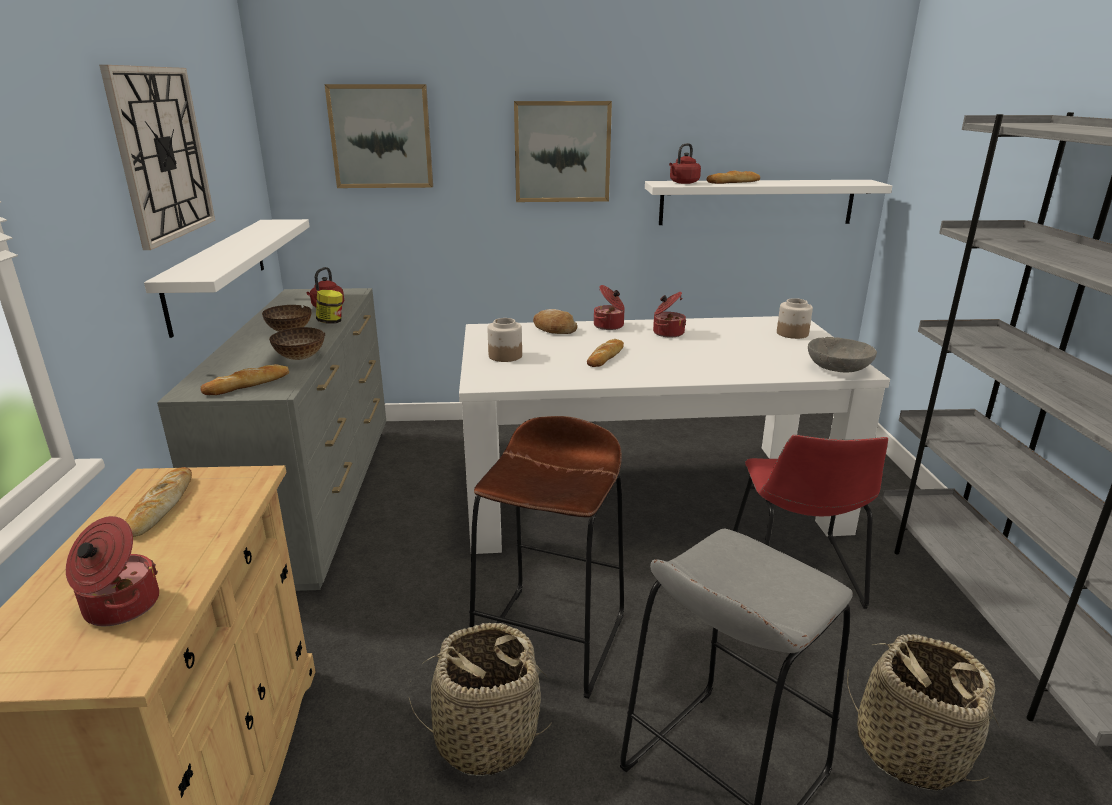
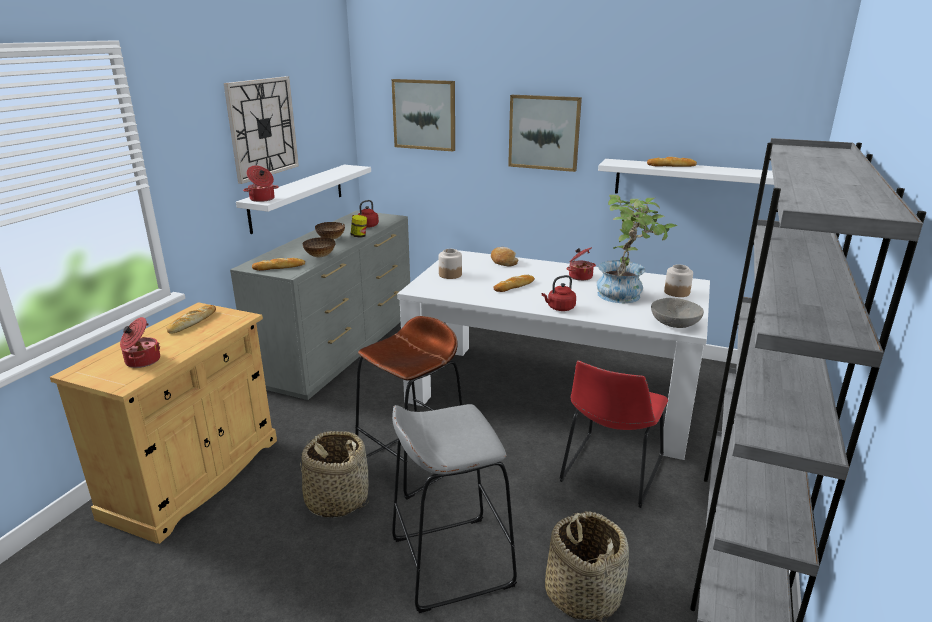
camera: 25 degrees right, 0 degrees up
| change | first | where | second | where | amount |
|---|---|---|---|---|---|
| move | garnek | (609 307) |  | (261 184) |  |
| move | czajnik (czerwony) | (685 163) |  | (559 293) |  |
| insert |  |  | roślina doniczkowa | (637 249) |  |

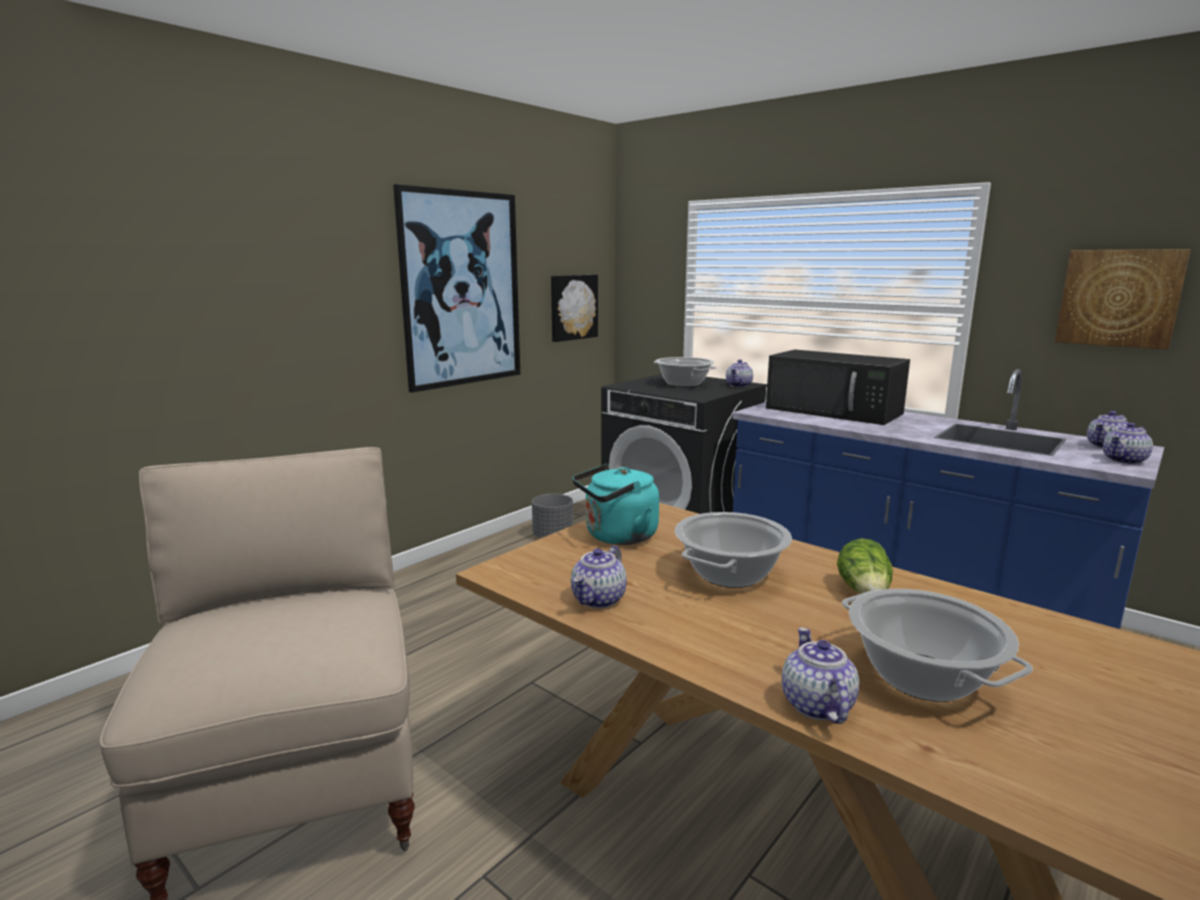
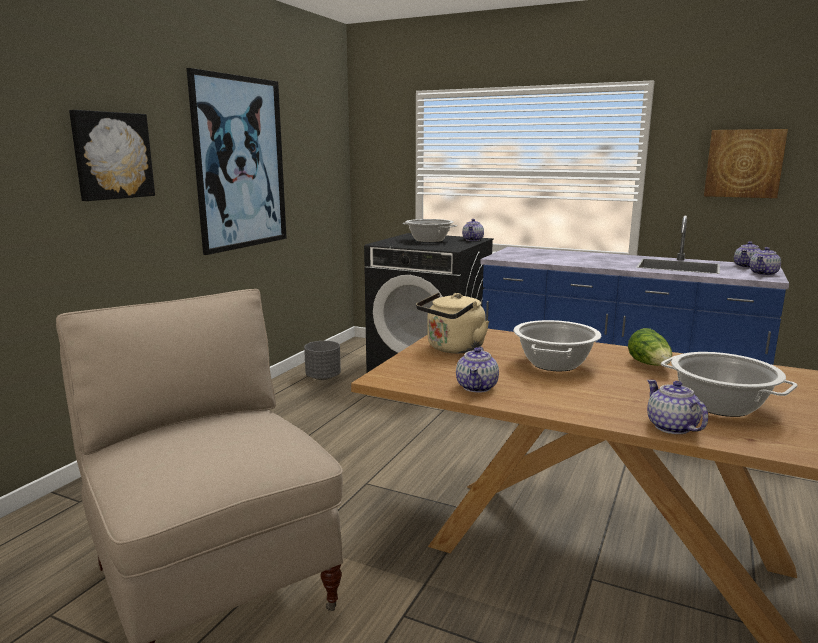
camera: 15 degrees left, 0 degrees up
| change | first | where | second | where | amount |
|---|---|---|---|---|---|
| move | obraz | (574 308) |  | (112 155) |  |
| recolor | czajnik (turkusowy) | (615 504) | czajnik (beżowy) | (452 323) |  |
| delete | mikrofalówka (czarny) | (838 387) |  |  |  |

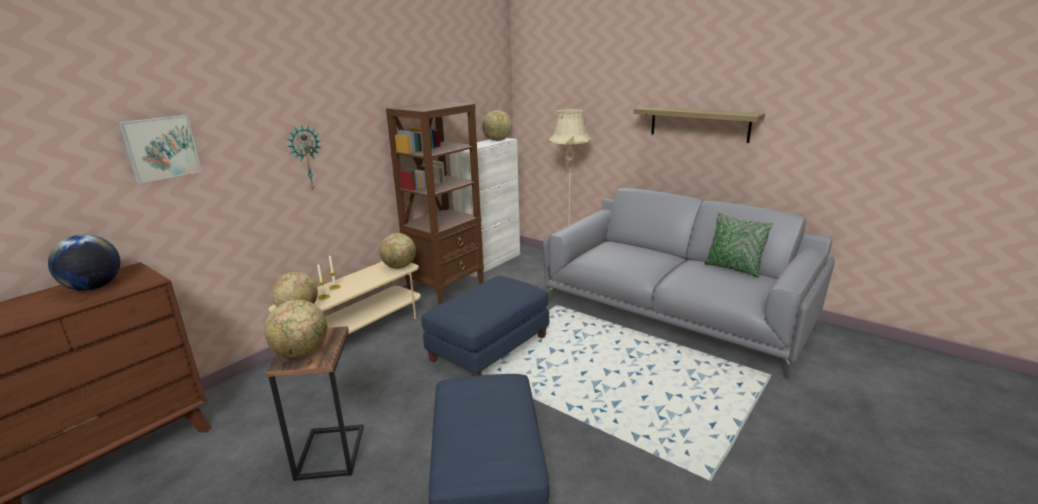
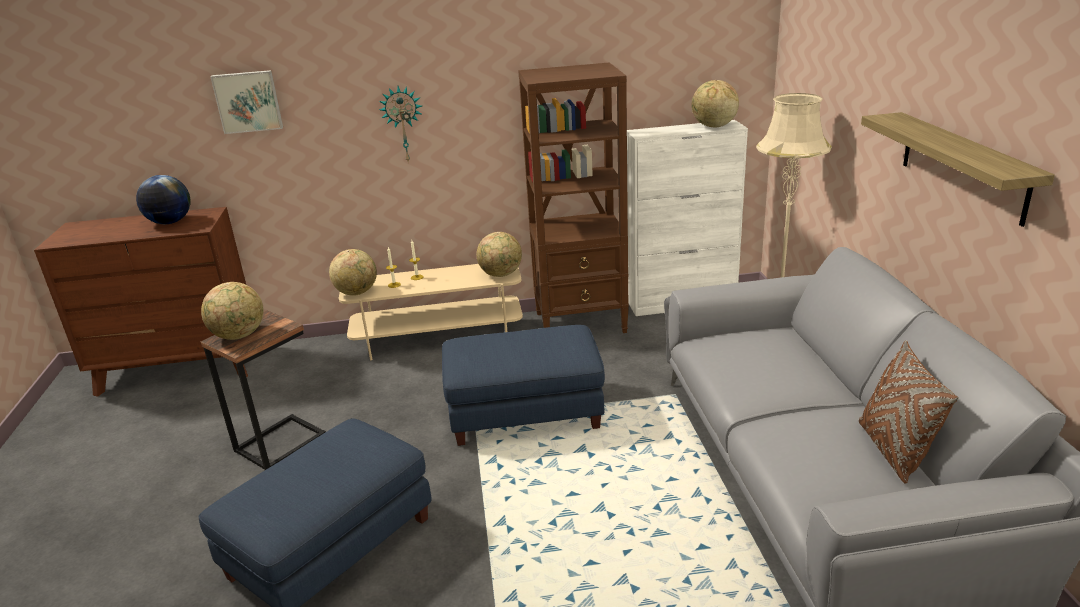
camera: 45 degrees right, 5 degrees up
| change | first | where | second | where | amount |
|---|---|---|---|---|---|
| recolor | poduszka (zielony) | (738 245) | poduszka (brązowy) | (908 412) |  |

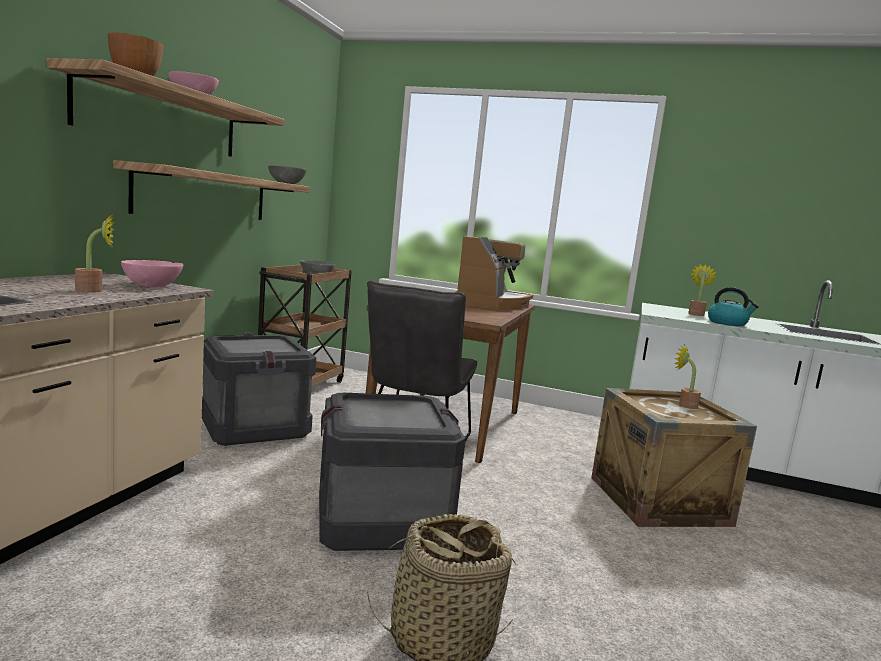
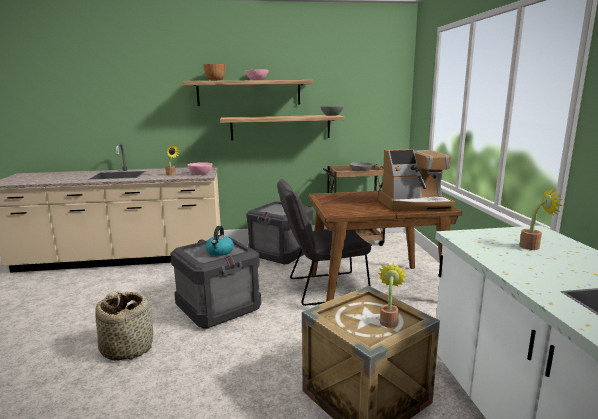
camera: 65 degrees right, 5 degrees up
| change | first | where | second | where | amount |
|---|---|---|---|---|---|
| move | czajnik | (733 306) |  | (219 241) |  |

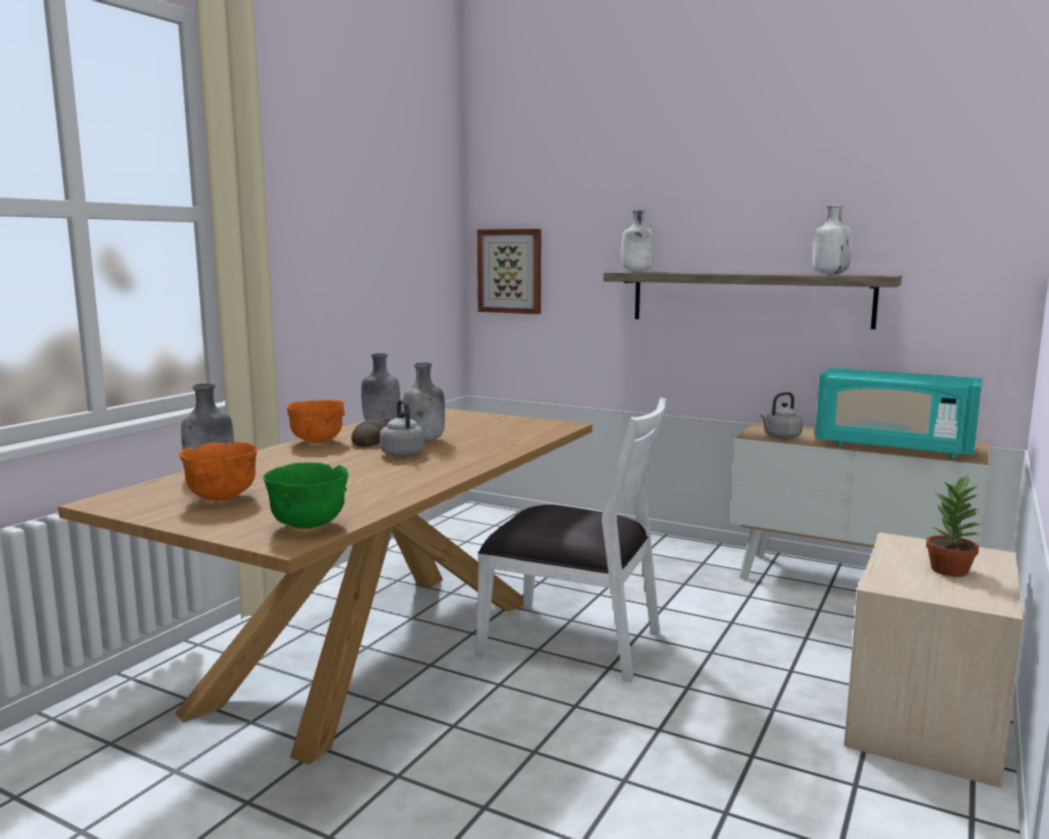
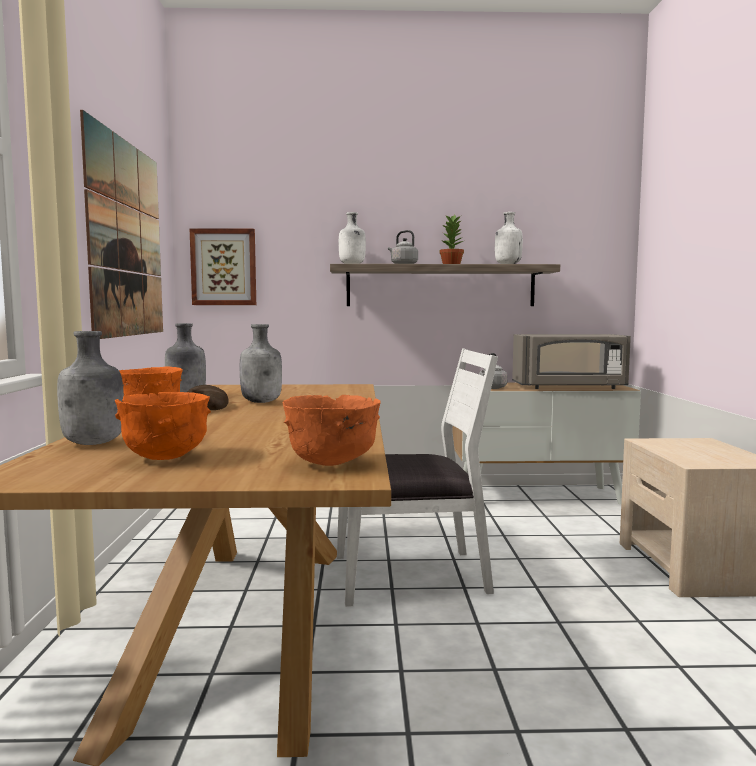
camera: 30 degrees left, 5 degrees down
| change | first | where | second | where | amount |
|---|---|---|---|---|---|
| insert |  |  | obraz | (121 224) |  |
| recolor | miska (zielony) | (306 495) | miska (pomarańczowy) | (332 430) |  |
| move | czajnik (szary) | (402 428) |  | (403 247) |  |
| move | roślina doniczkowa | (954 526) |  | (451 239) |  |
| recolor | mikrofalówka (turkusowy) | (898 413) | mikrofalówka (szary) | (571 361) |  |

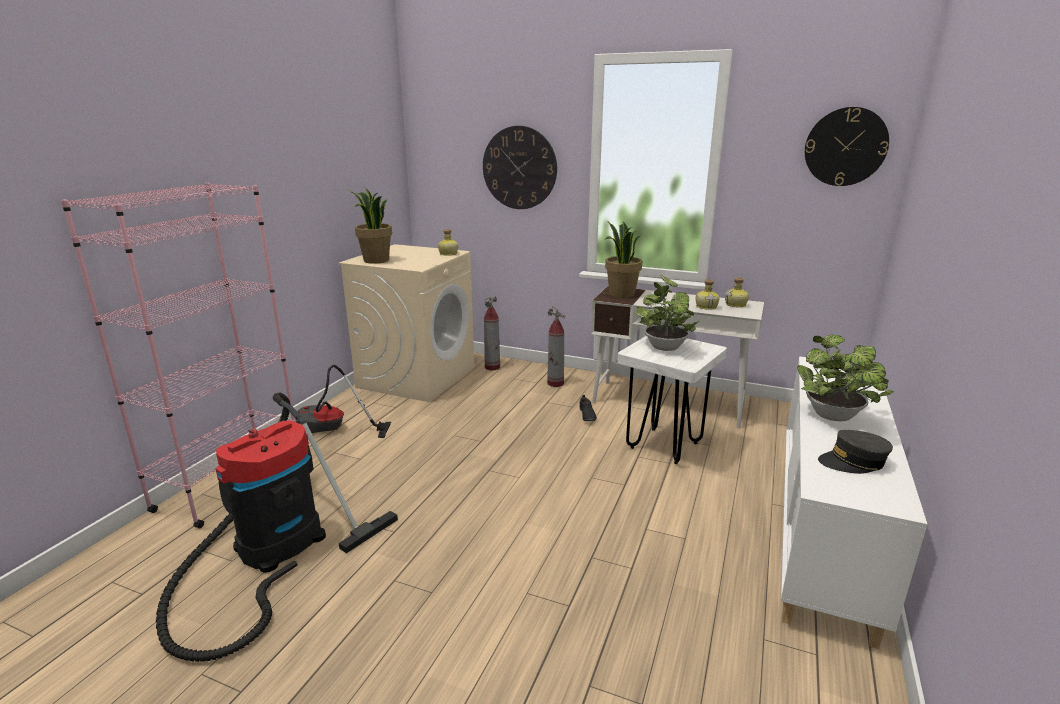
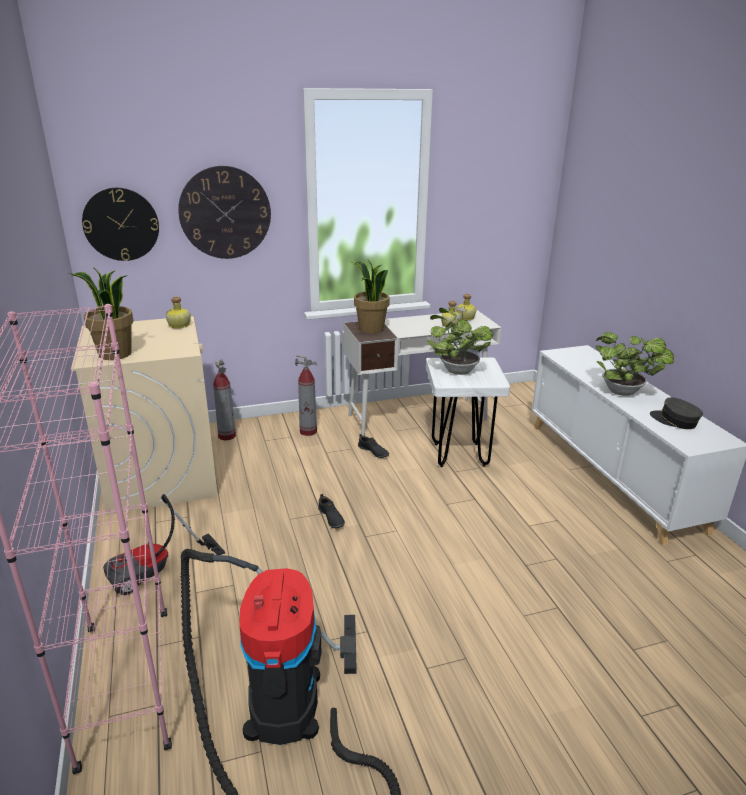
camera: 40 degrees left, 5 degrees up
| change | first | where | second | where | amount |
|---|---|---|---|---|---|
| move | zegar ścienny | (847 146) |  | (120 224) |  |
| insert |  |  | but (czarny) | (331 511) |  |
| rotate | czapka z daszkiem (szary) | (855 452) |  | (676 413) | 90 degrees clockwise |

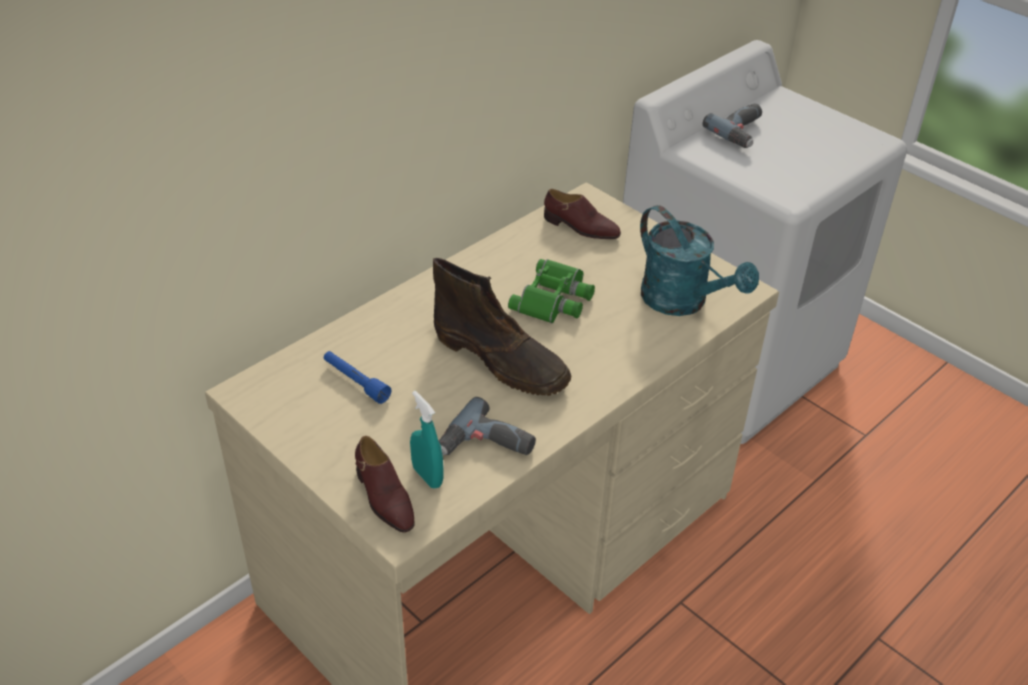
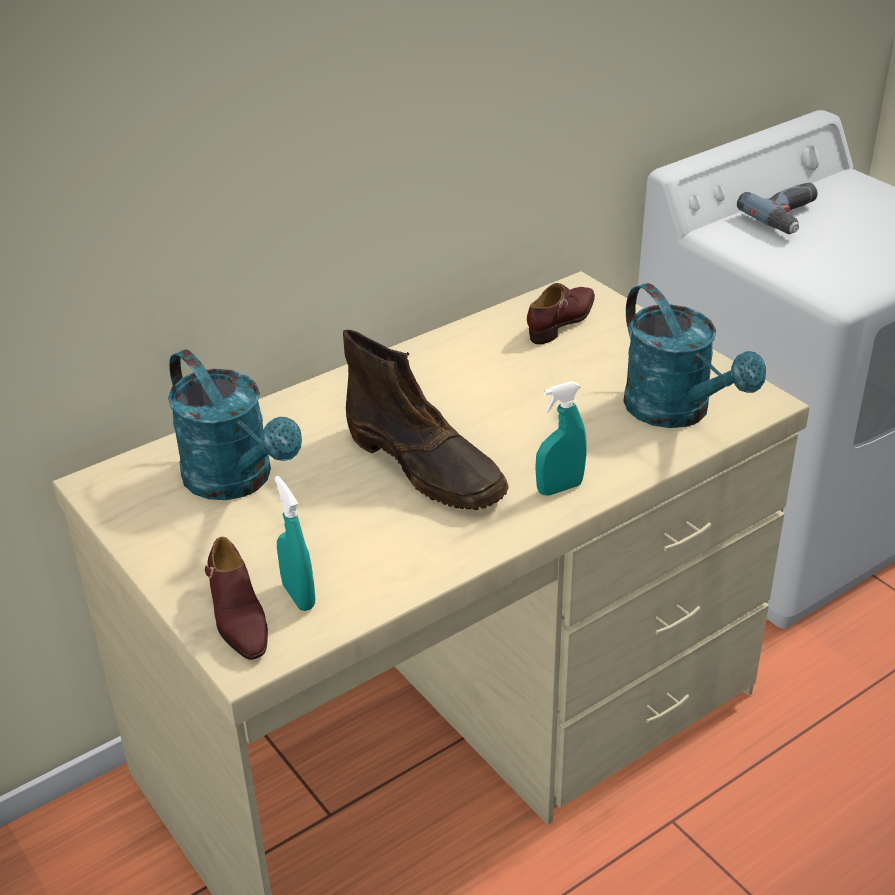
camera: 10 degrees right, 5 degrees down
| change | first | where | second | where | amount |
|---|---|---|---|---|---|
| replace | latarka (niebieski) | (357 377) | konewka (turkusowy) | (235 424) |  |
| rotate | but (brązowy) | (582 214) |  | (561 313) | 90 degrees counterclockwise |
| insert |  |  | spryskiwacz (turkusowy) | (561 438) |  |
| delete | wiertarka | (487 426) |  |  |  |
| delete | lornetka (zielony) | (551 291) |  |  |  |

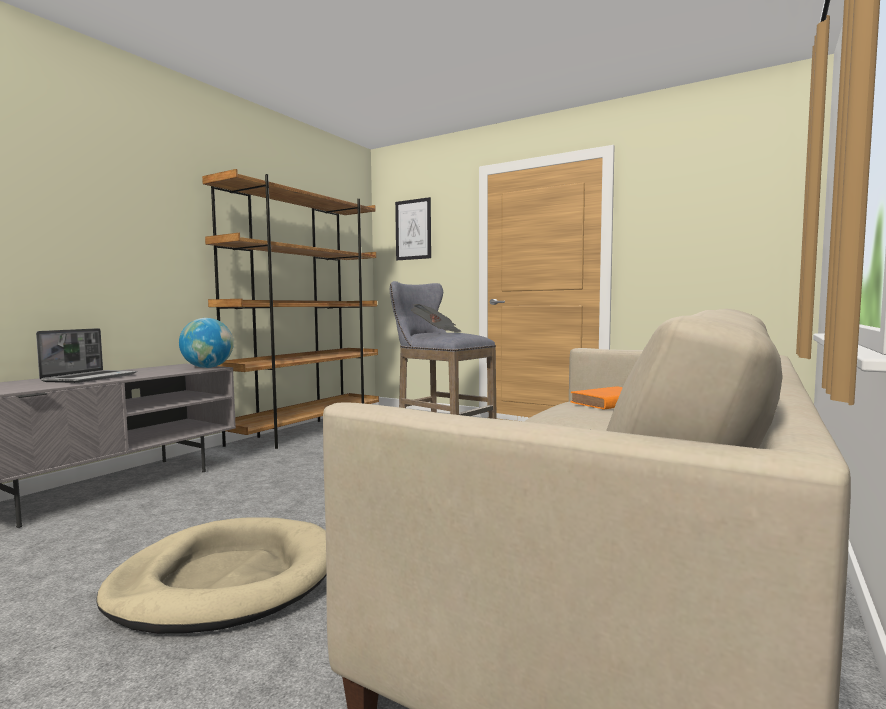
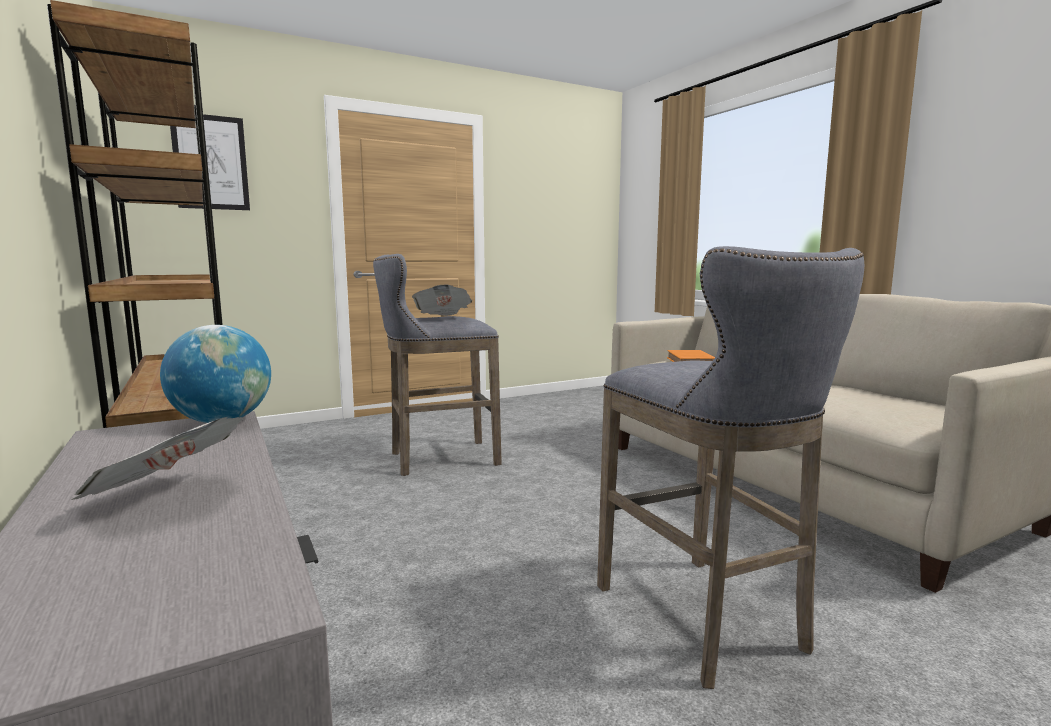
camera: 60 degrees left, 5 degrees up
| change | first | where | second | where | amount |
|---|---|---|---|---|---|
| replace | laptop | (86 355) | gazeta | (157 458) |  |
| replace | legowisko (beżowy) | (211 575) | stołek (szary) | (730 467) |  |

